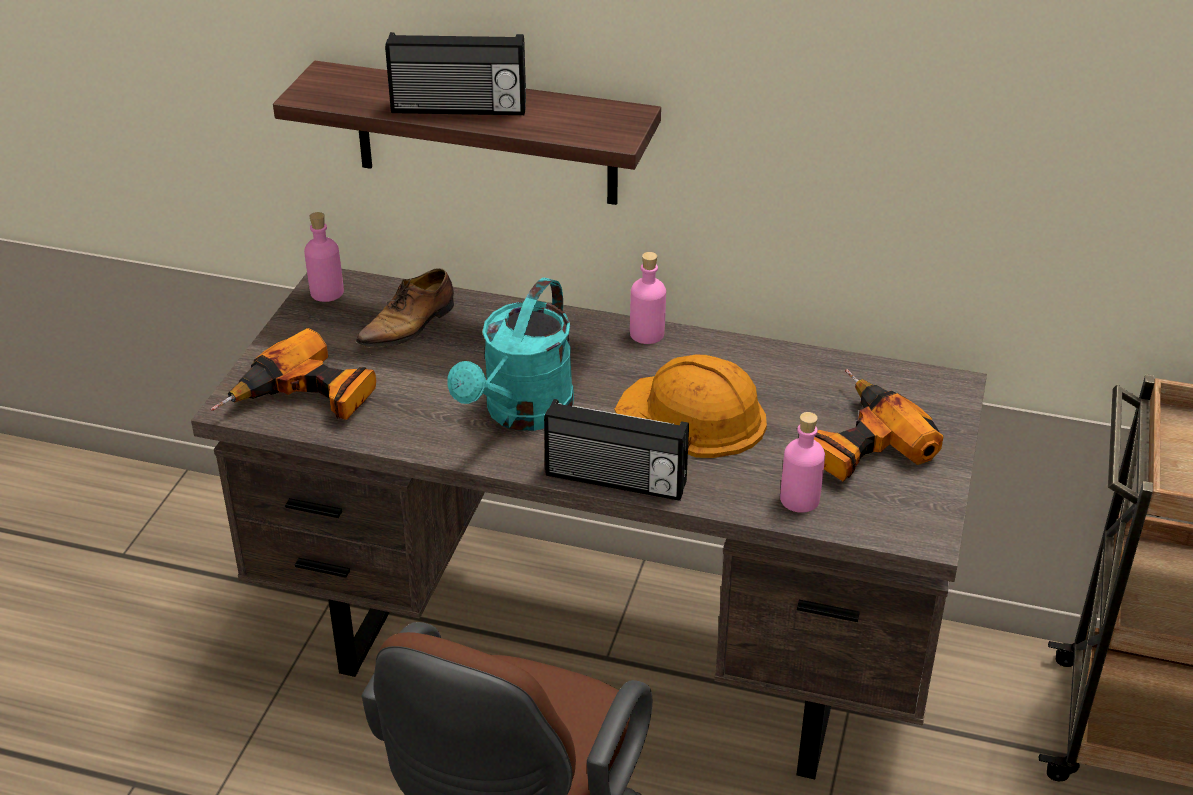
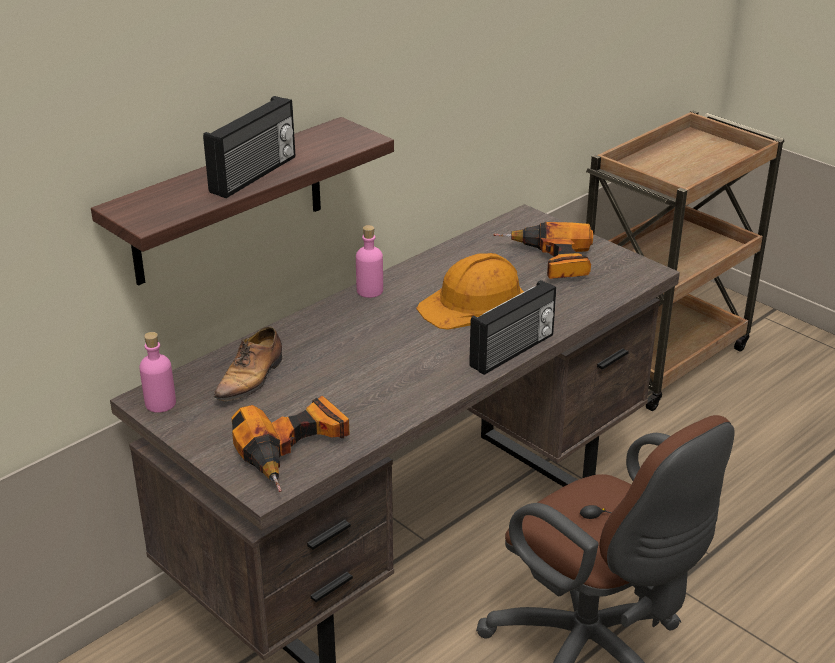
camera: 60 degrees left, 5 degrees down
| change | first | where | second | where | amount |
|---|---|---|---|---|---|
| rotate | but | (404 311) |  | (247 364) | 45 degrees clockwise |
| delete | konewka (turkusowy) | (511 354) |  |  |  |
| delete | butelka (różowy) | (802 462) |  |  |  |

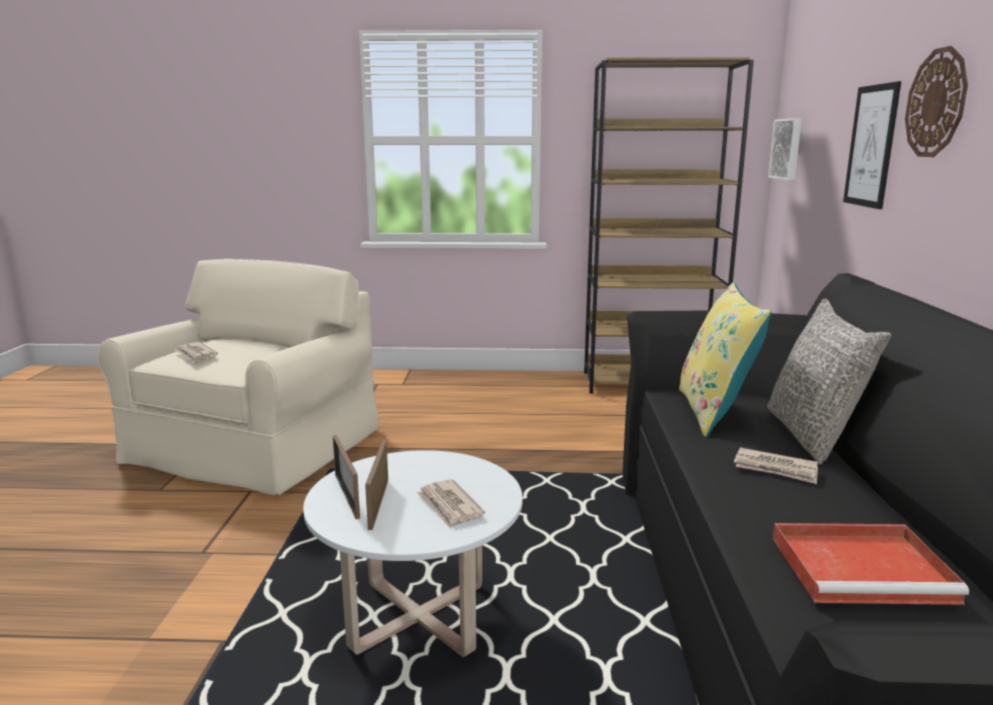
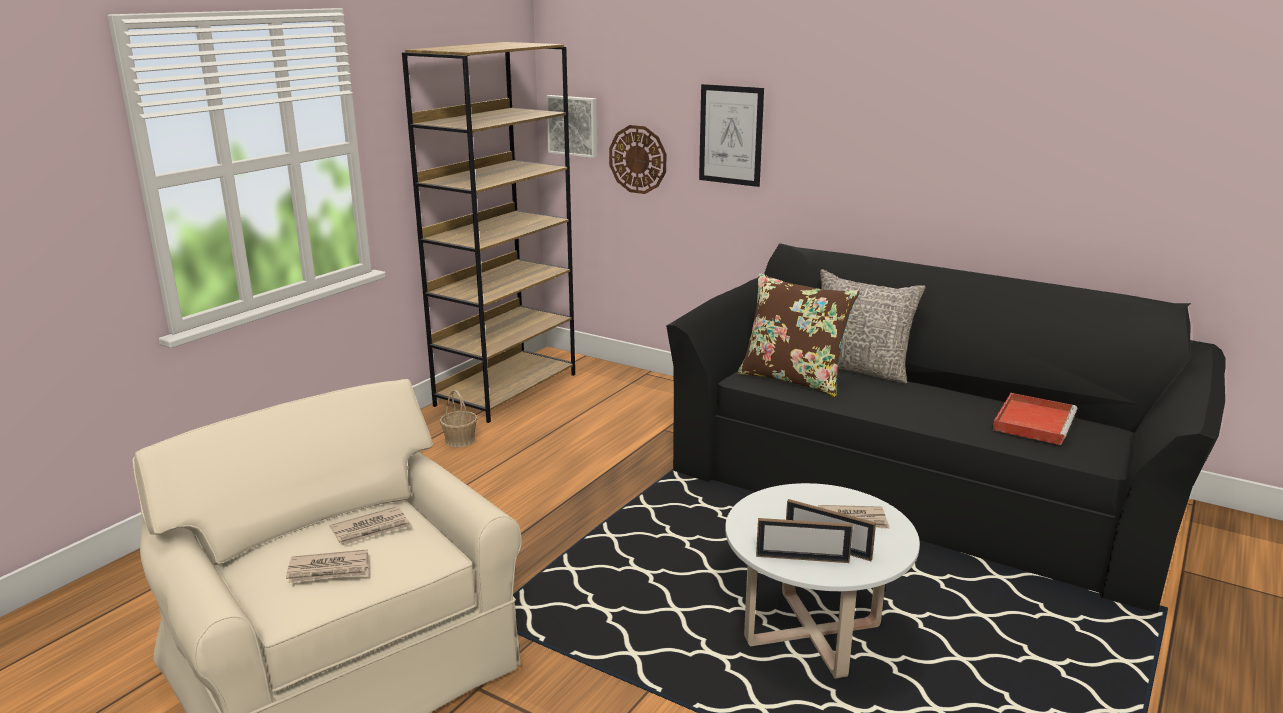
camera: 60 degrees left, 5 degrees up
| change | first | where | second | where | amount |
|---|---|---|---|---|---|
| move | gazeta | (776 465) |  | (371 525) |  |
| insert |  |  | koszyk | (459 418) |  |
| move | zegar ścienny | (936 101) |  | (637 159) |  |
| recolor | poduszka (żółty) | (725 360) | poduszka (brązowy) | (798 335) |  |

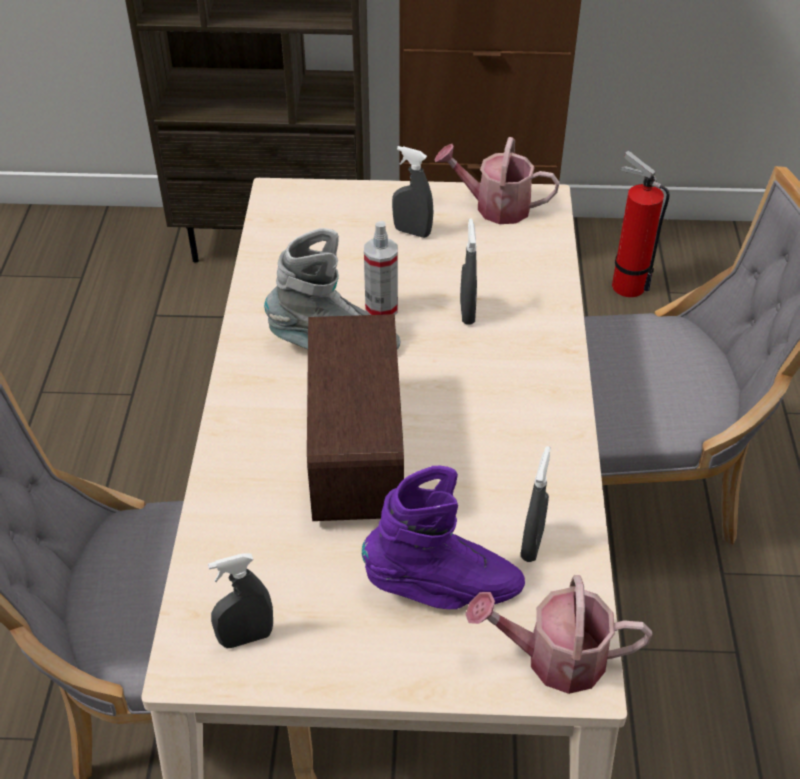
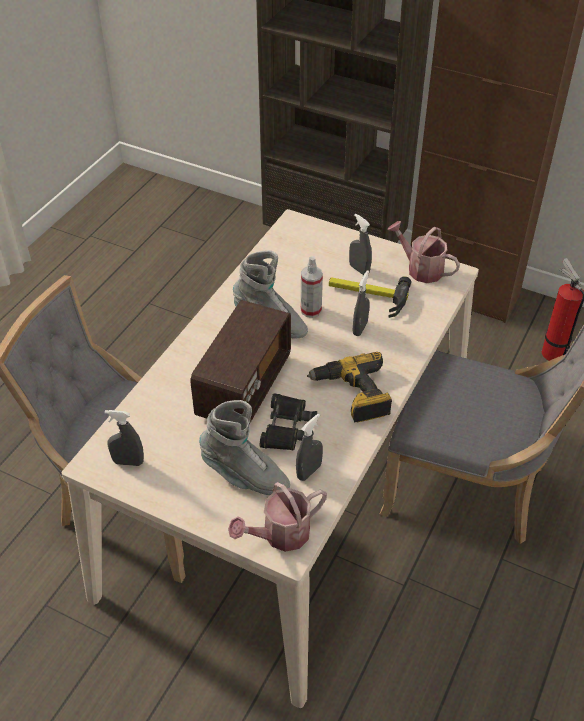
camera: 25 degrees right, 0 degrees up
| change | first | where | second | where | amount |
|---|---|---|---|---|---|
| recolor | but z cholewką (fioletowy) | (443 537) | but z cholewką (szary) | (244 447) |  |
| rotate | konewka | (558 634) |  | (277 517) | 60 degrees counterclockwise |
| insert |  |  | lornetka (czarny) | (288 421) |  |
| insert |  |  | wiertarka | (349 387) |  |
| insert |  |  | młotek | (370 297) |  |

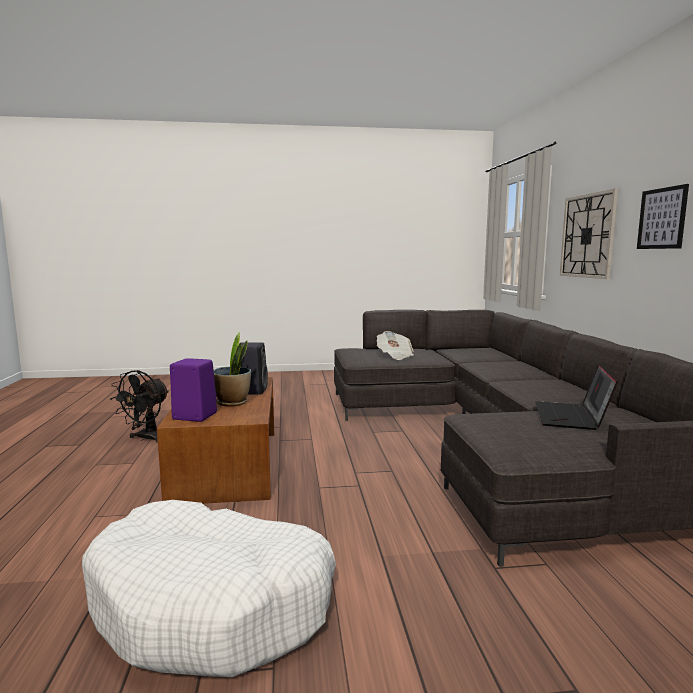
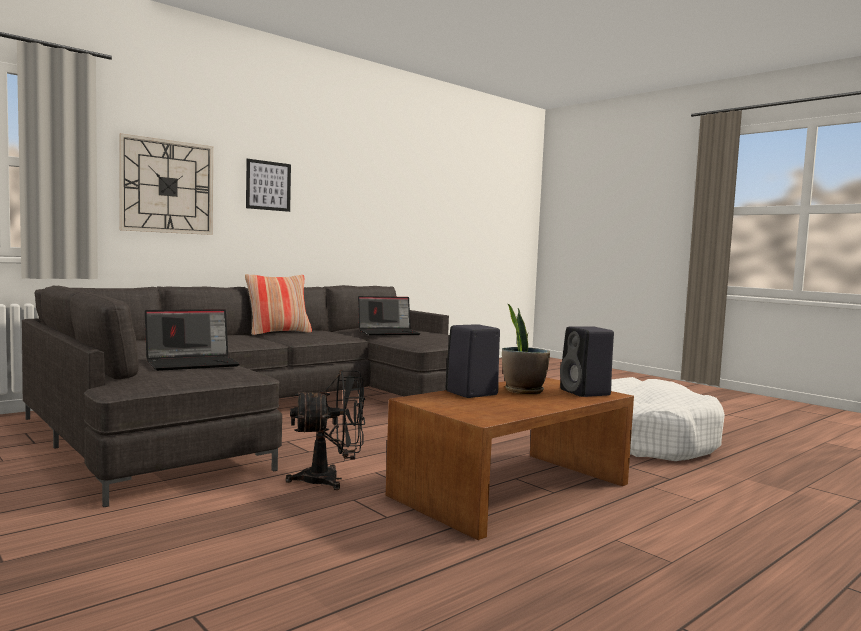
camera: 125 degrees left, 5 degrees down
| change | first | where | second | where | amount |
|---|---|---|---|---|---|
| replace | gazeta | (395 345) | laptop | (192 340) |  |
| insert |  |  | poduszka | (278 304) |  |
| move | wentylator (czarny) | (139 406) |  | (325 430) |  |
| recolor | głośnik (fioletowy) | (193 390) | głośnik (czarny) | (587 361) |  |

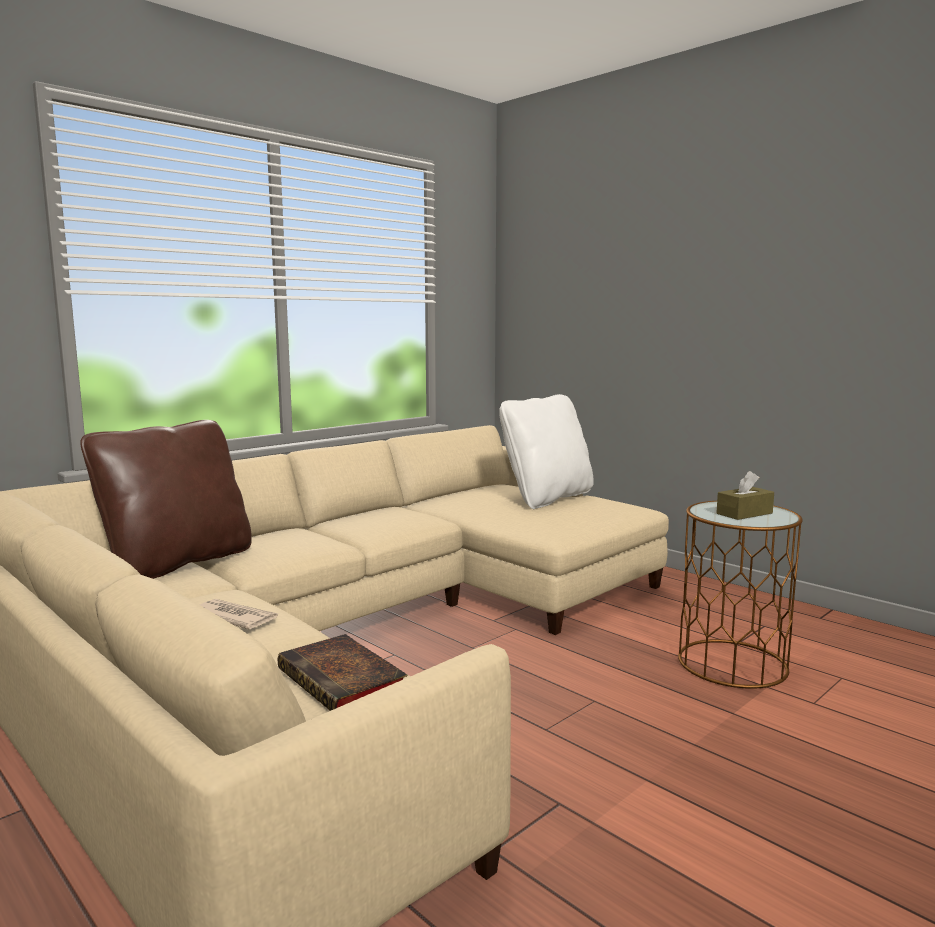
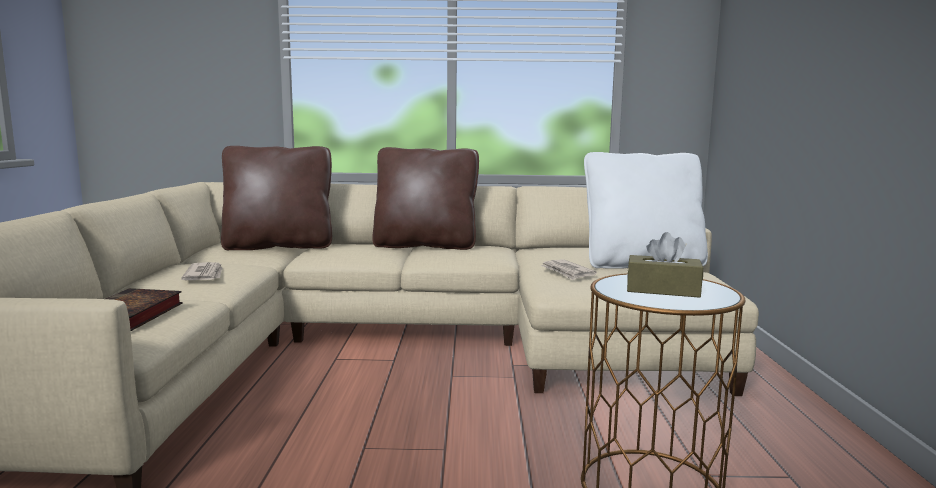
camera: 45 degrees right, 0 degrees up
| change | first | where | second | where | amount |
|---|---|---|---|---|---|
| insert |  |  | poduszka (brązowy) | (425 198) |  |
| insert |  |  | gazeta | (568 269) |  |

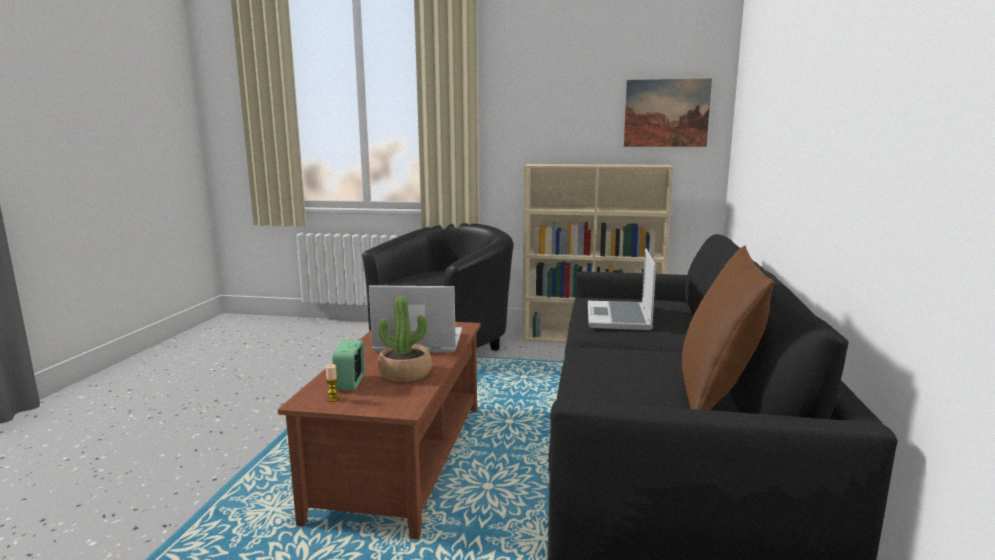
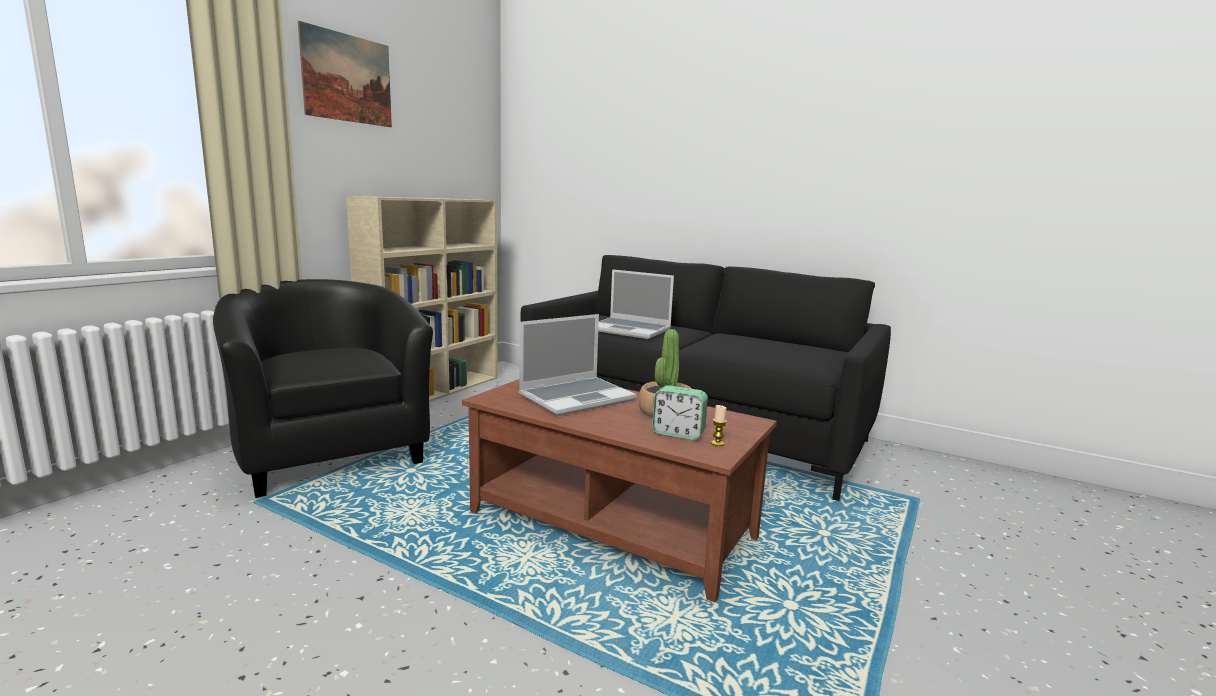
camera: 70 degrees left, 0 degrees up
| change | first | where | second | where | amount |
|---|---|---|---|---|---|
| move | obraz | (668 112) |  | (345 74) |  |
| rotate | laptop | (415 319) |  | (577 365) | 150 degrees counterclockwise |
| delete | poduszka (brązowy) | (728 328) |  |  |  |

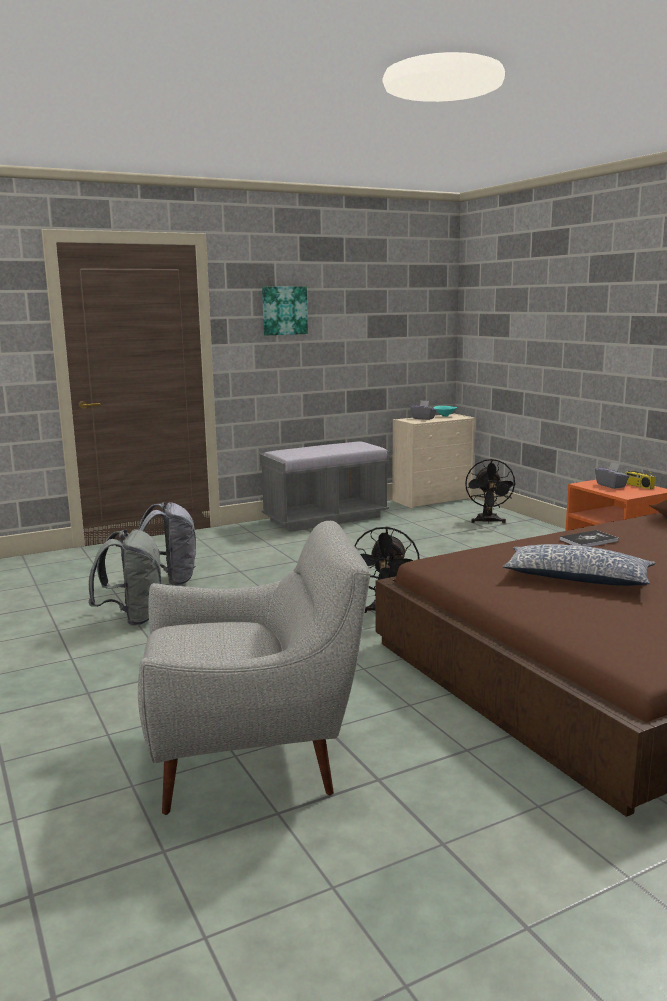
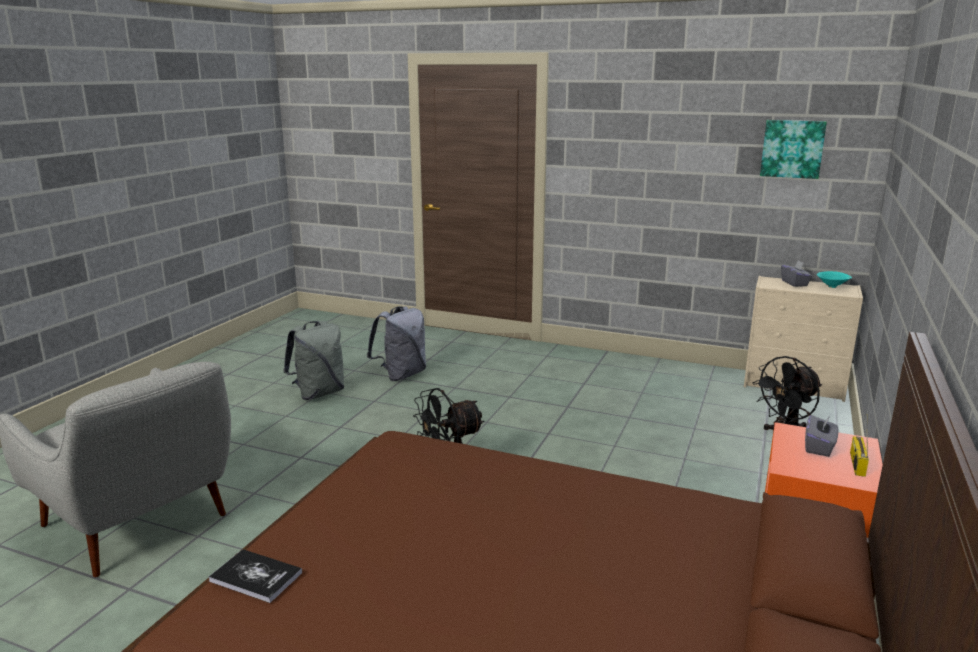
camera: 50 degrees right, 5 degrees up
| change | first | where | second | where | amount |
|---|---|---|---|---|---|
| move | książka | (589 538) |  | (255 576) |  |
| move | obraz | (285 310) |  | (793 149) |  |
| delete | ławka (szary) | (324 486) |  |  |  |
| delete | poduszka | (579 565) |  |  |  |

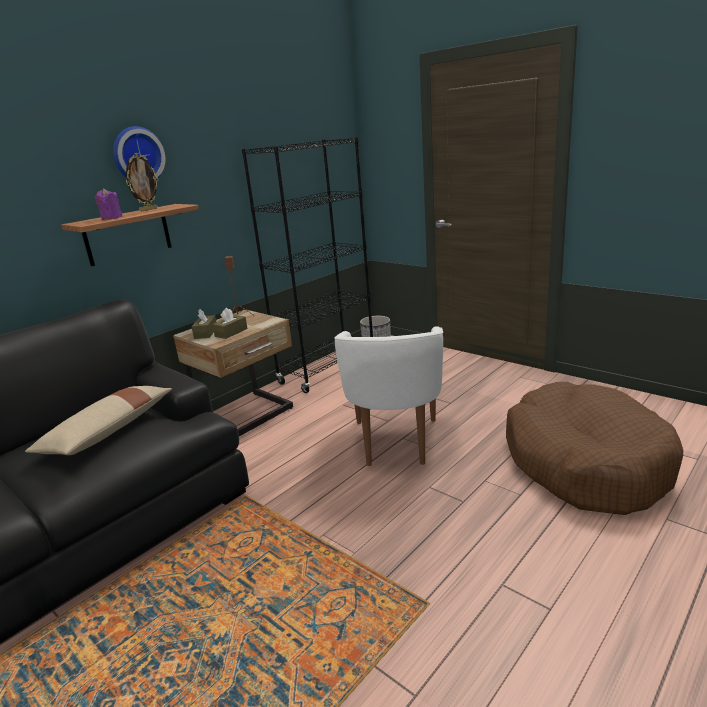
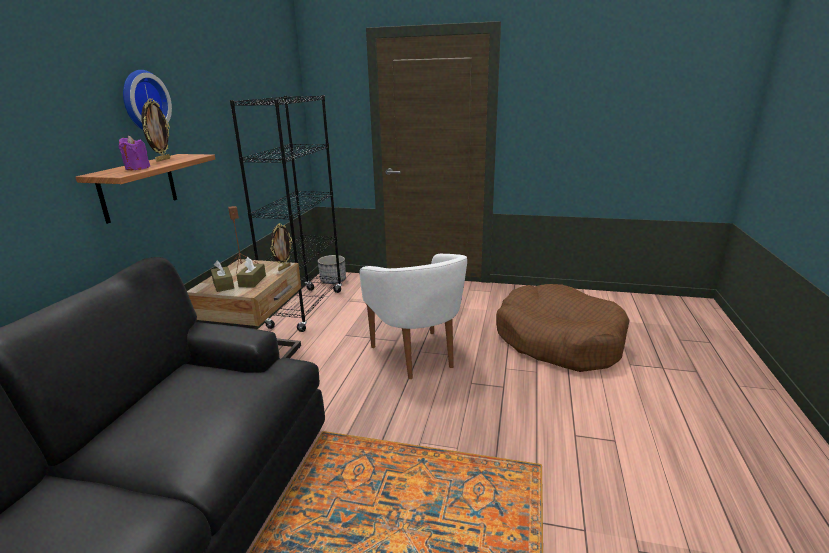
camera: 30 degrees left, 0 degrees up
| change | first | where | second | where | amount |
|---|---|---|---|---|---|
| insert |  |  | ramka na zdjęcie | (281 247) |  |
| delete | poduszka (beżowy) | (98 420) |  |  |  |

